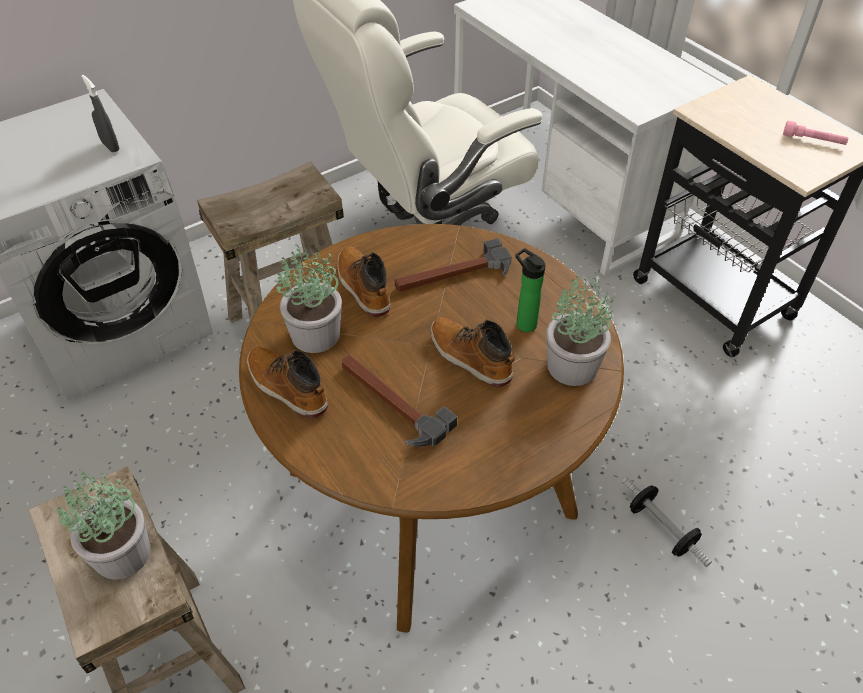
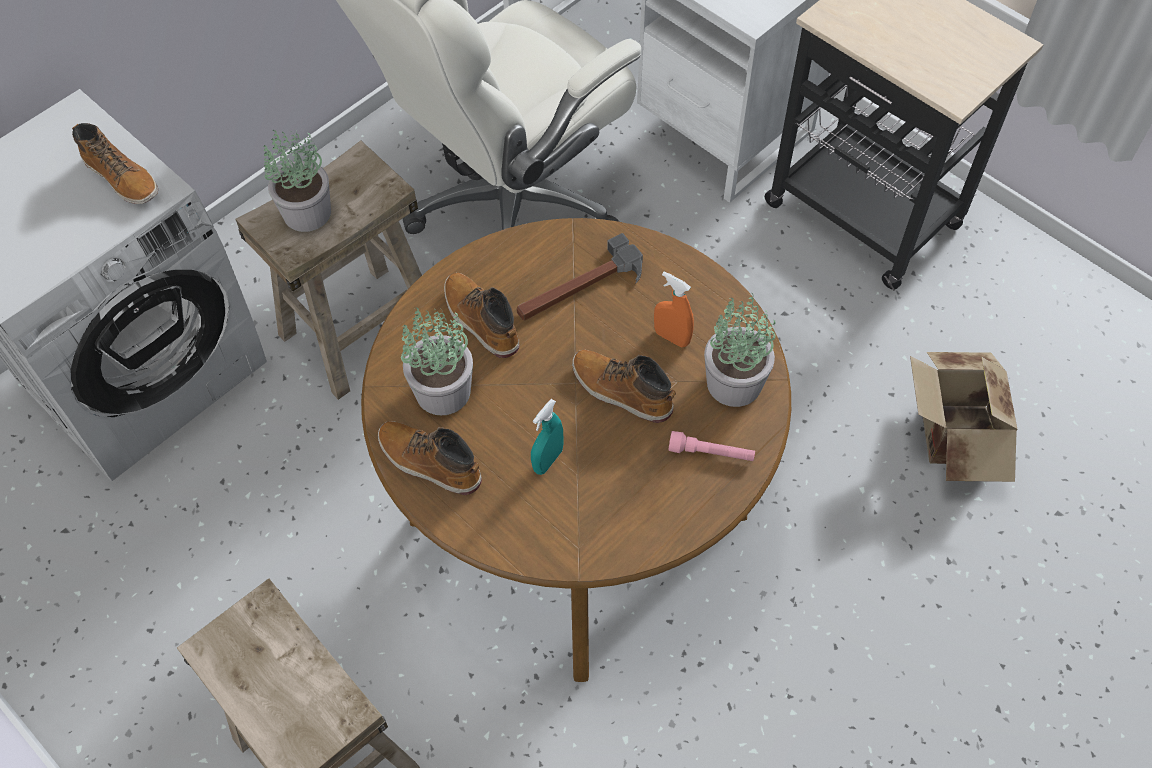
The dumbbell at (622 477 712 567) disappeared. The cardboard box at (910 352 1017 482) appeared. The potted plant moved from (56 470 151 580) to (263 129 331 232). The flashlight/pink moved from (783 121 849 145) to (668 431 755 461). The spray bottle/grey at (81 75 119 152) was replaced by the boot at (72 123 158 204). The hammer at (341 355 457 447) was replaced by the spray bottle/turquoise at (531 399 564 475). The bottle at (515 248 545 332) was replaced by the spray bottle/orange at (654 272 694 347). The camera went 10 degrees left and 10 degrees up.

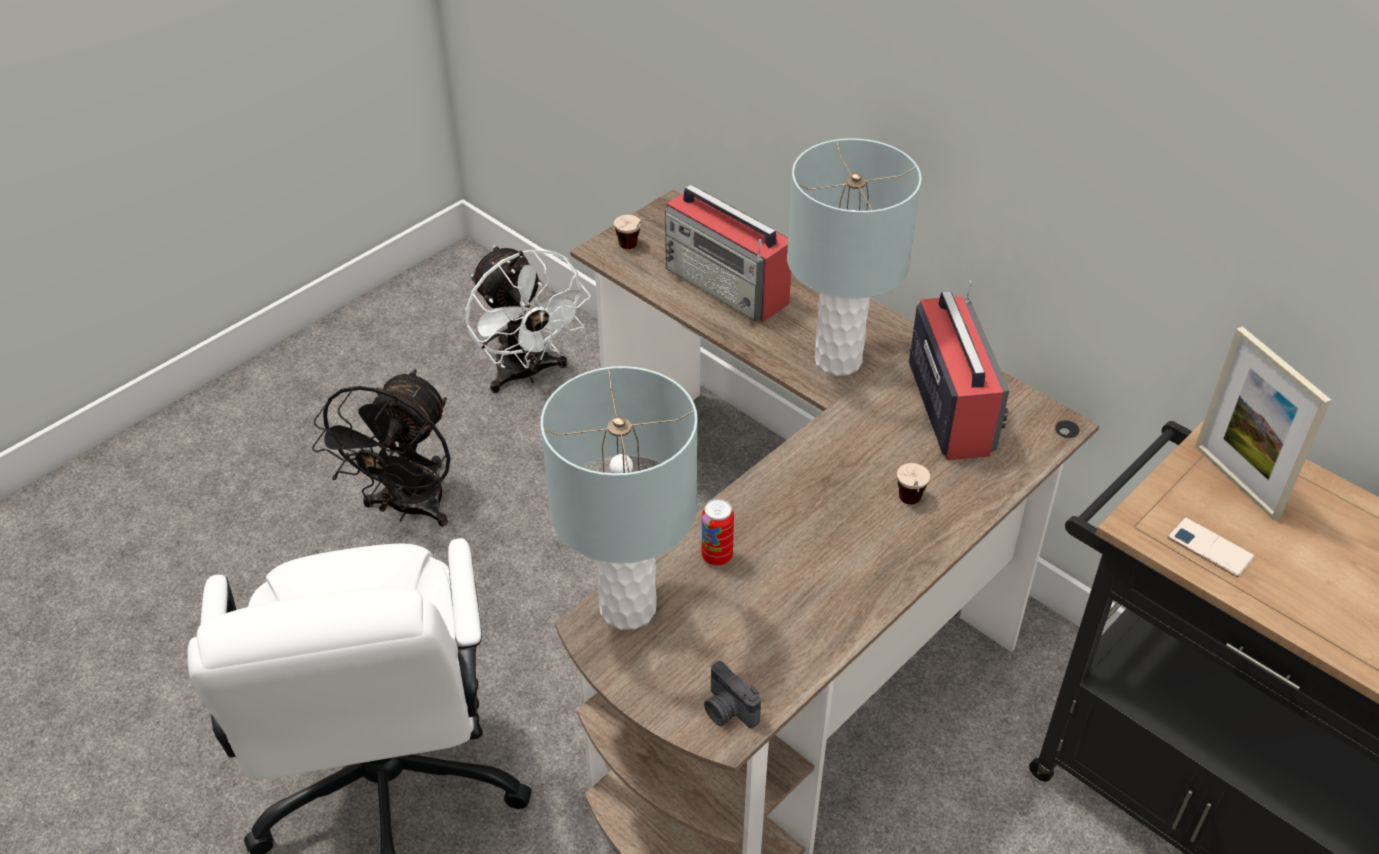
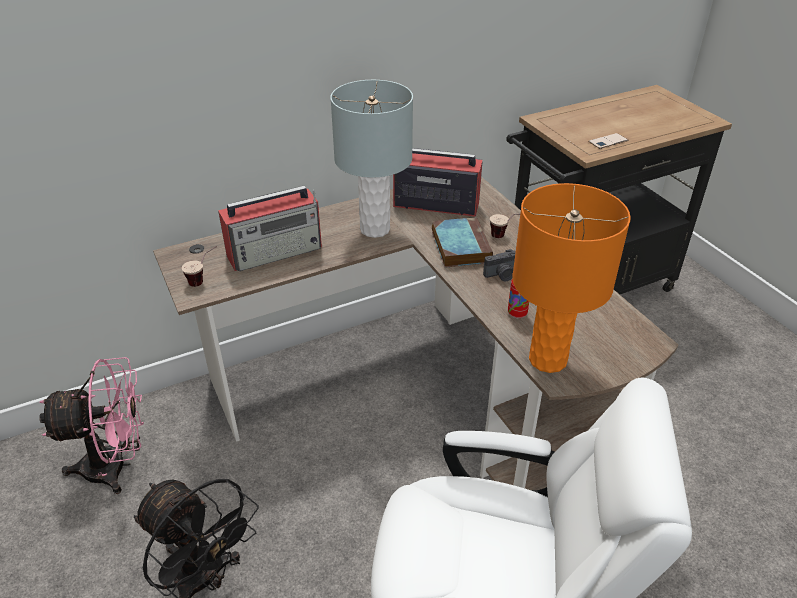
The picture frame at (1195 326 1331 521) disappeared. The book at (432 217 493 267) appeared. The photo camera moved from (704 661 761 728) to (483 249 516 281). The fan/white at (465 245 591 393) became the fan/pink at (39 357 144 494). The table lamp/grey at (541 366 698 630) became the table lamp/orange at (512 183 631 373). The camera went 70 degrees left and 5 degrees down.

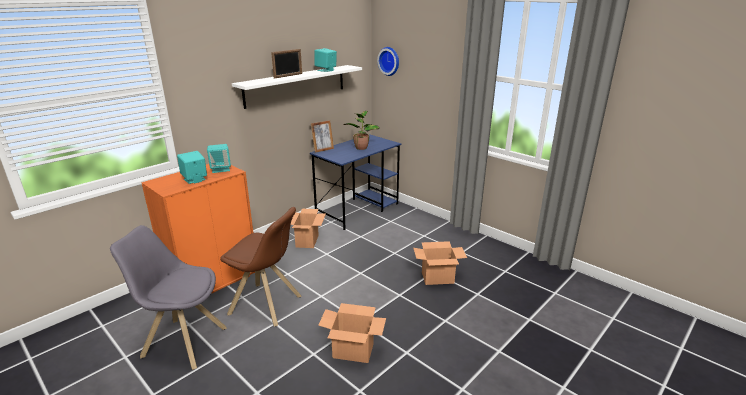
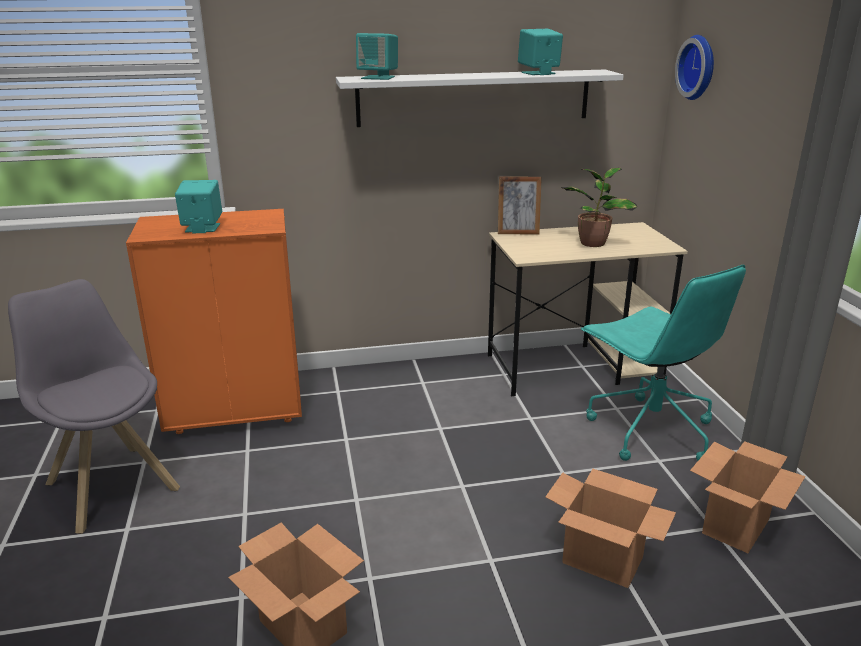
The chair/brown at (220 207 302 327) disappeared. The picture frame at (271 49 302 79) disappeared. The office chair/turquoise at (581 265 746 461) appeared. The speaker/turquoise moved from (207 144 231 173) to (356 33 398 80). The cardboard box moved from (291 209 326 248) to (690 441 806 553). The desk/blue at (310 134 401 230) became the desk/beige at (488 222 688 396). The camera went 35 degrees right and 0 degrees up.

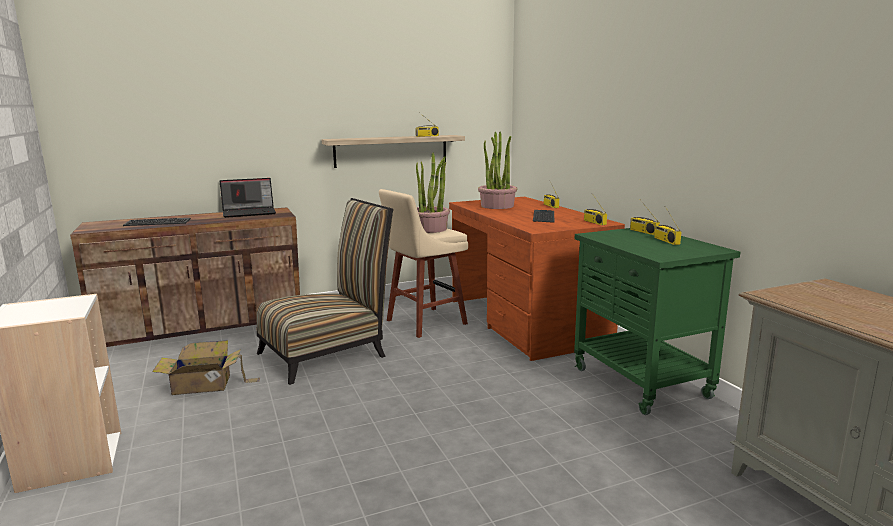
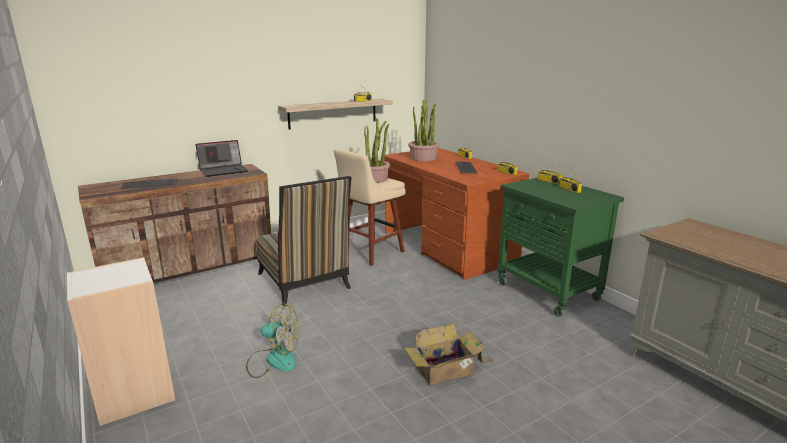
The fan at (246 303 299 378) appeared. The cardboard box moved from (152 340 260 395) to (404 323 493 385). The chair at (256 198 393 385) turned 105 degrees clockwise. The camera went 10 degrees left and 5 degrees up.

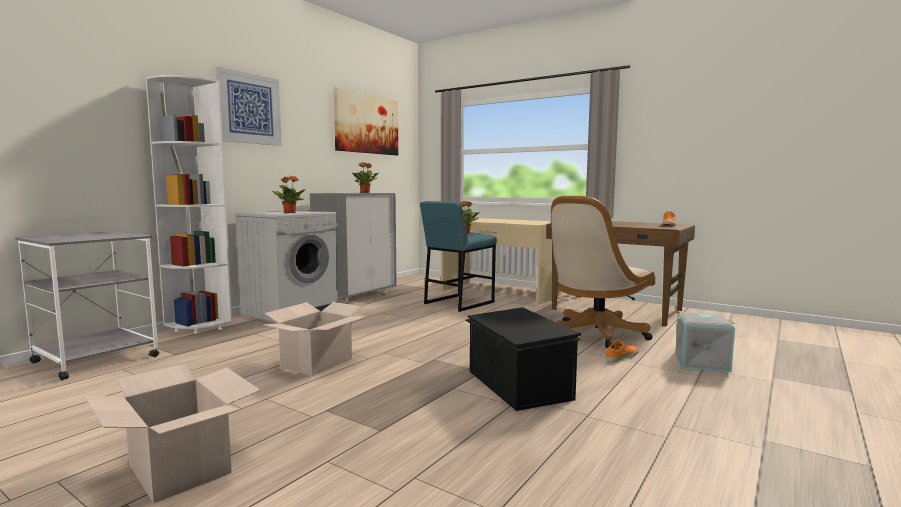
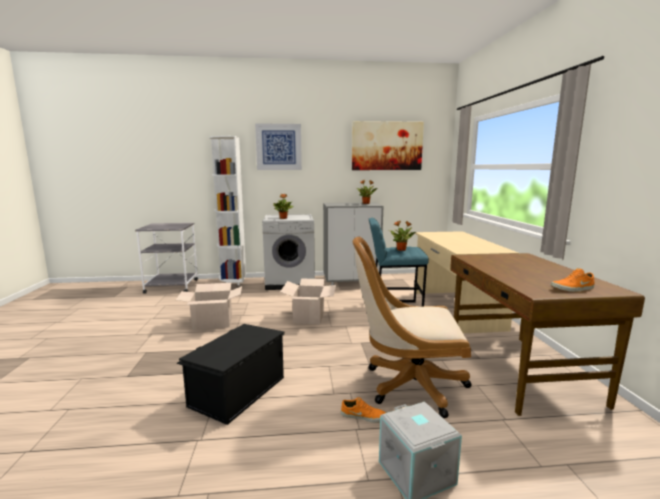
The cardboard box moved from (84 364 261 503) to (280 278 336 325). The camera went 50 degrees right and 5 degrees up.

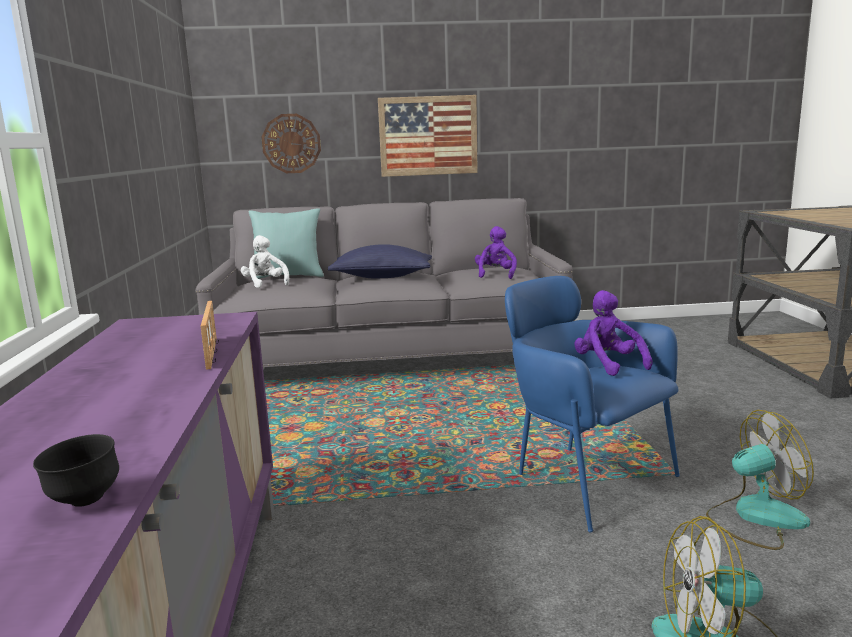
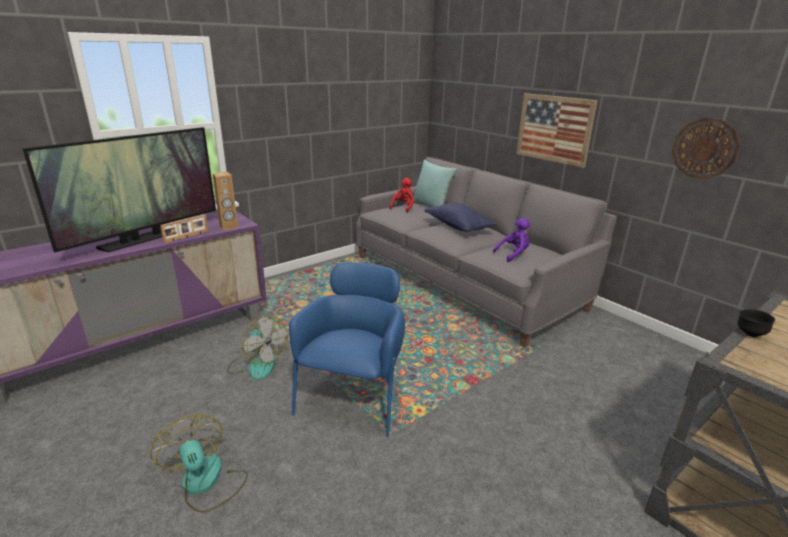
The plush toy/purple at (574 290 653 376) disappeared. The television at (22 127 216 252) appeared. The speaker/brown at (212 172 238 230) appeared. The bowl/black moved from (33 434 119 507) to (738 309 775 337). The wall clock moved from (262 114 321 173) to (672 118 740 179). The fan moved from (706 410 814 550) to (227 315 288 380). The plush toy/white at (241 235 289 288) became the plush toy/red at (389 178 414 213). The camera went 55 degrees right and 10 degrees up.

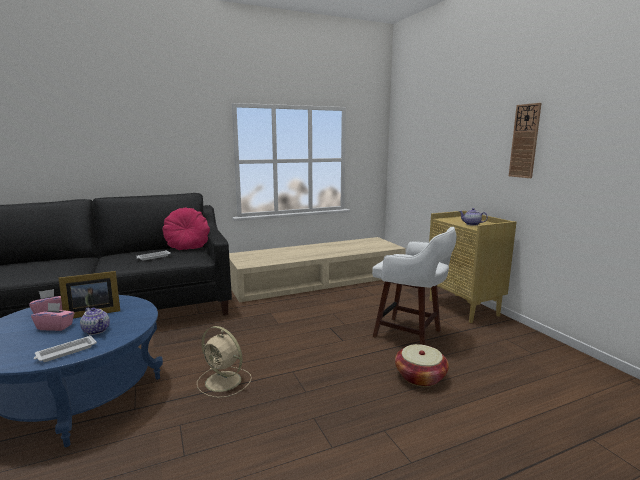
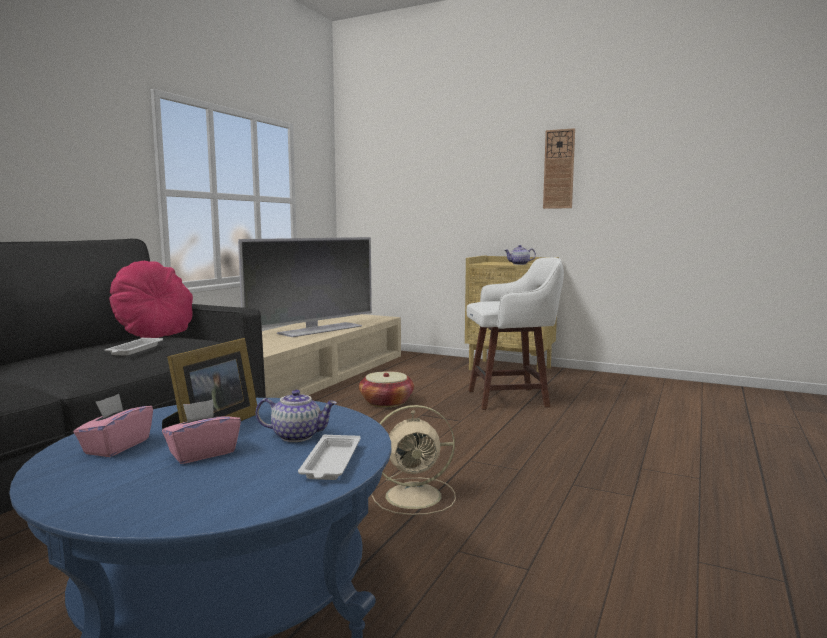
The television at (238 237 372 337) appeared. The basket moved from (395 344 449 387) to (359 371 414 407). The camera went 40 degrees left and 5 degrees down.

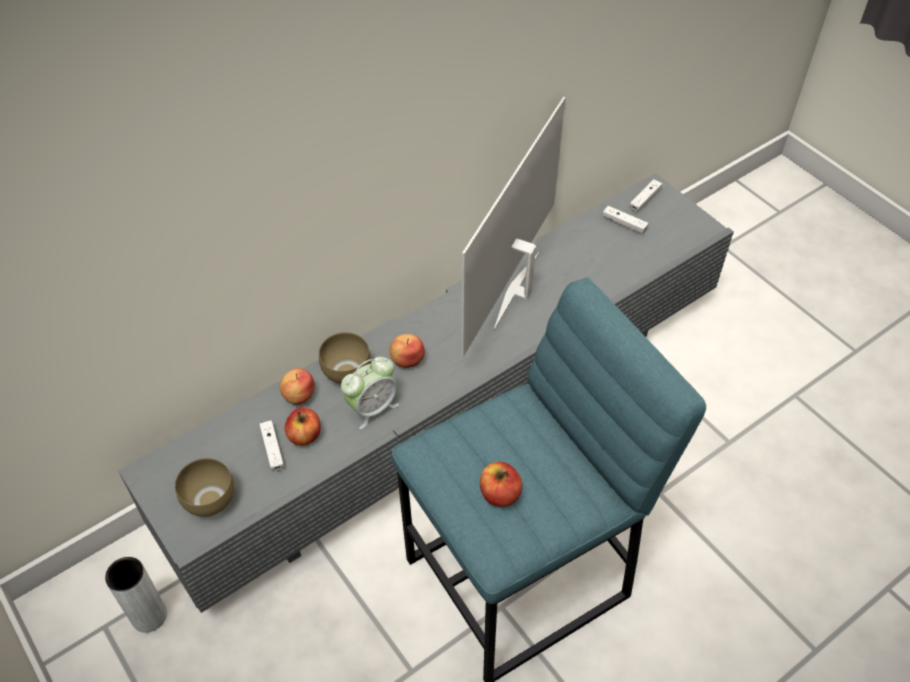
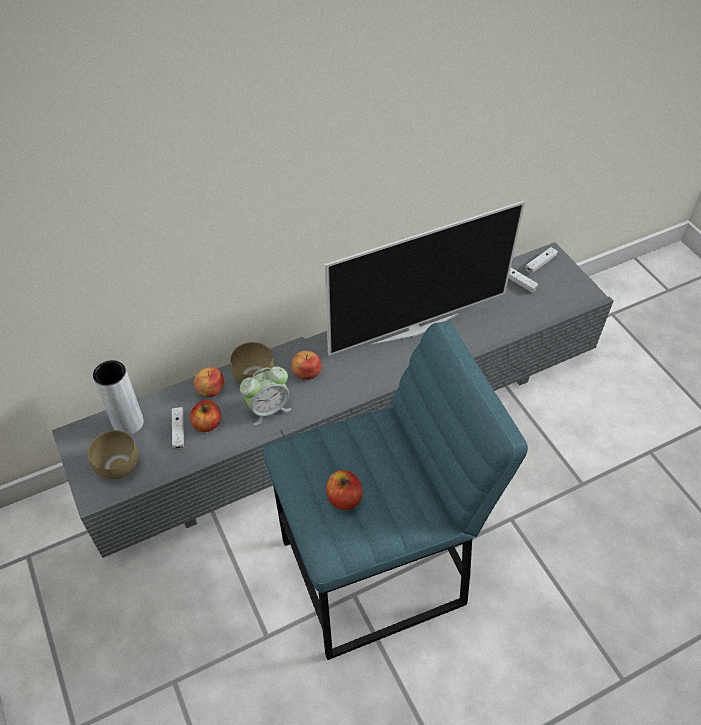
The vase/grey moved from (105 557 167 633) to (93 360 144 435). The television at (461 97 566 357) turned 150 degrees counterclockwise. The camera went 10 degrees right and 0 degrees up.

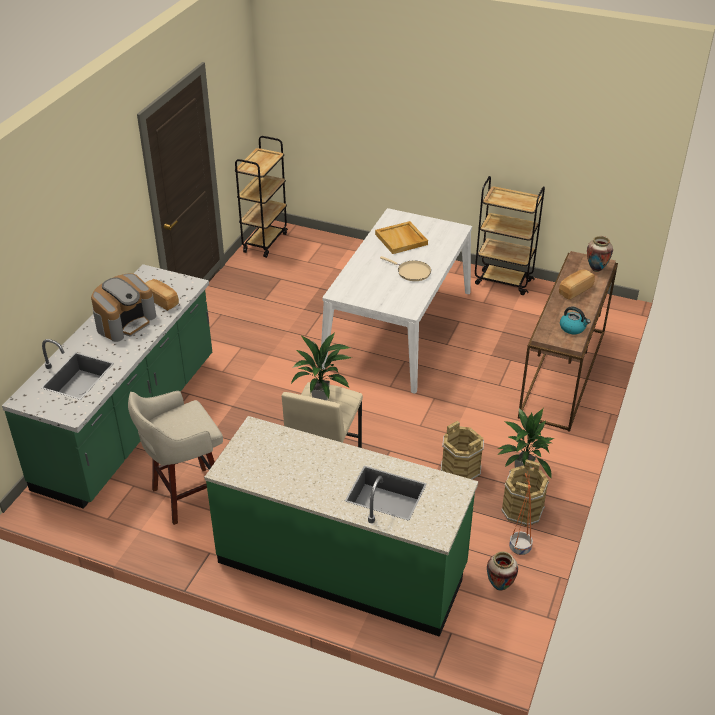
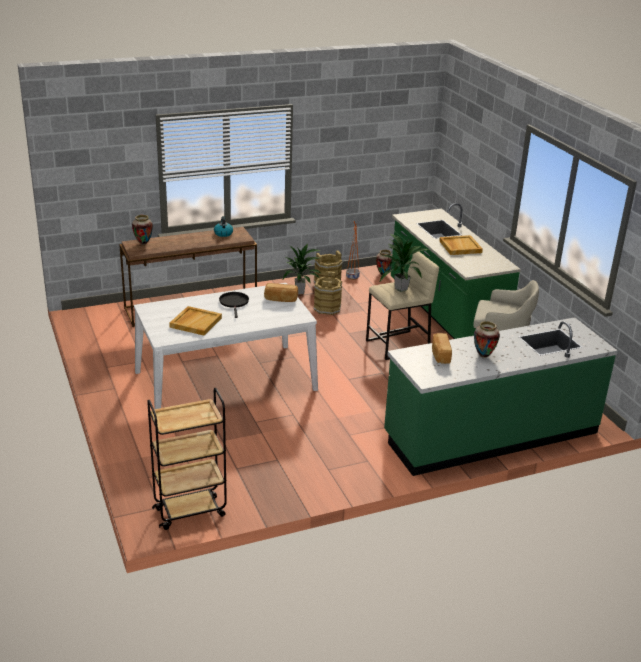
The cart/brown at (475 176 545 295) disappeared. The tray/beige at (439 235 483 255) appeared. The bread moved from (559 269 595 300) to (264 283 298 302). The coffee machine at (91 273 156 342) was replaced by the vase at (474 321 500 358). The frying pan/beige at (380 256 431 281) became the frying pan/black at (219 292 249 318). The camera went 135 degrees left and 10 degrees down.

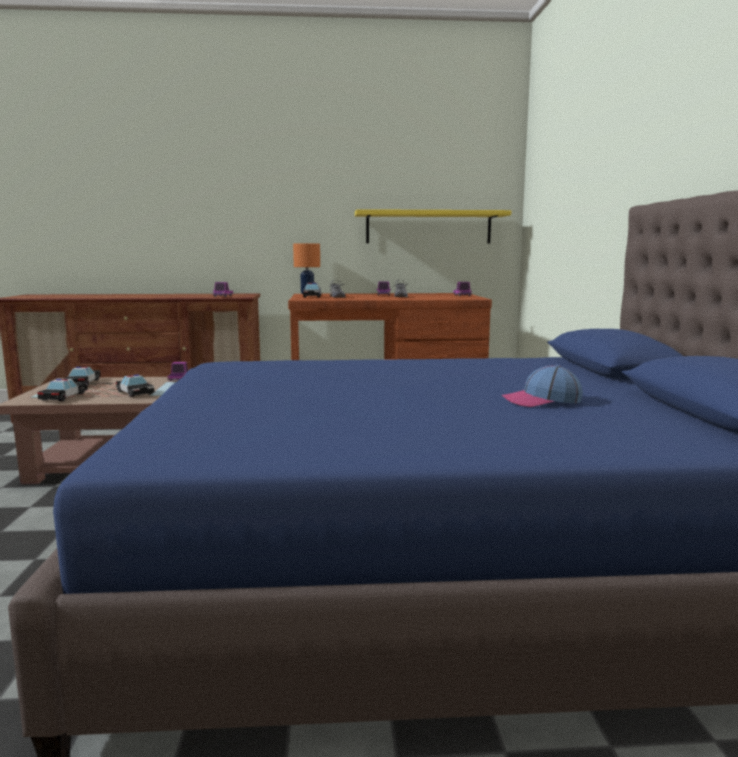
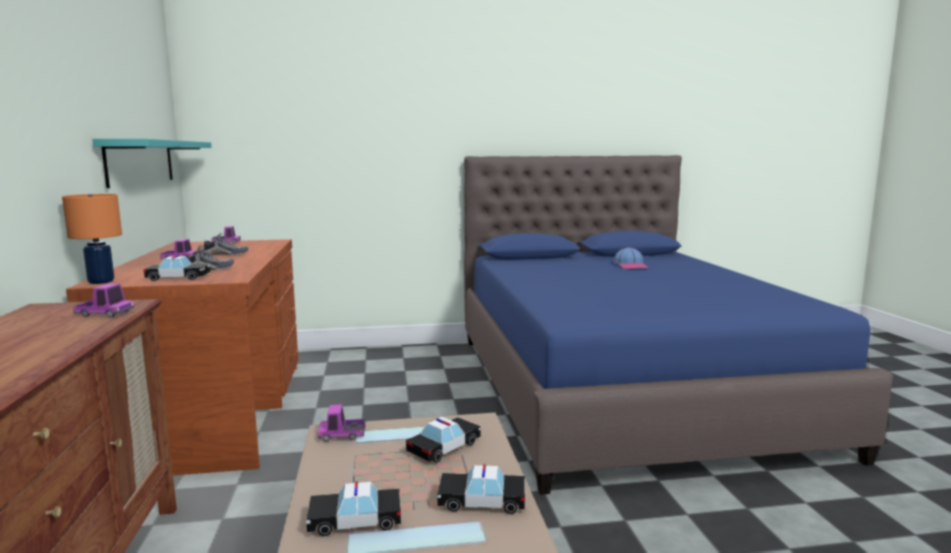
The shelf/yellow at (355 209 511 244) became the shelf/turquoise at (93 139 212 188). The camera went 95 degrees left and 0 degrees up.

